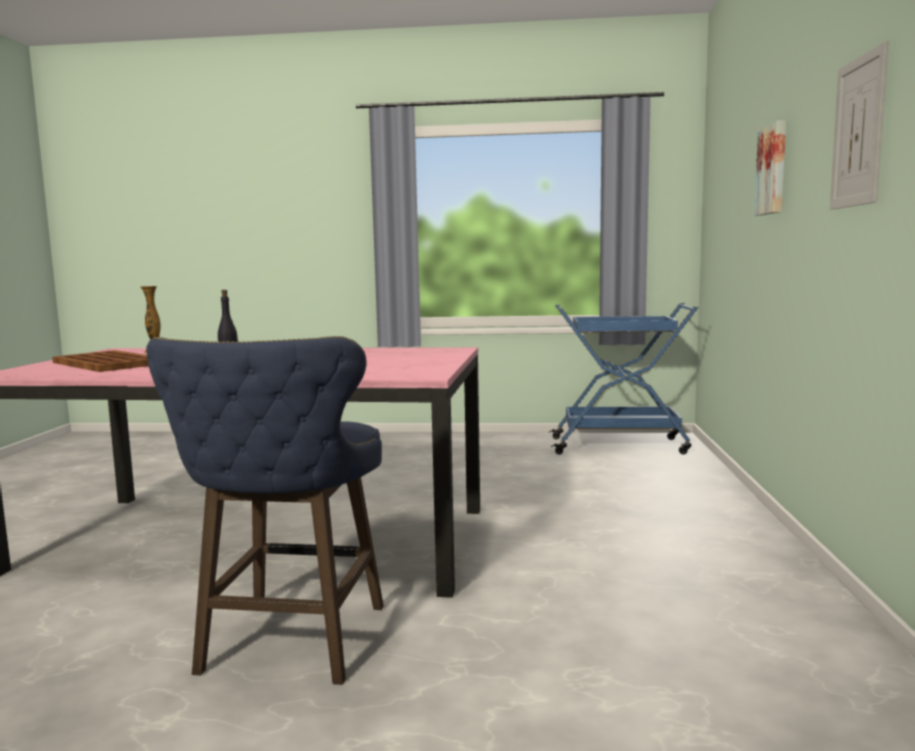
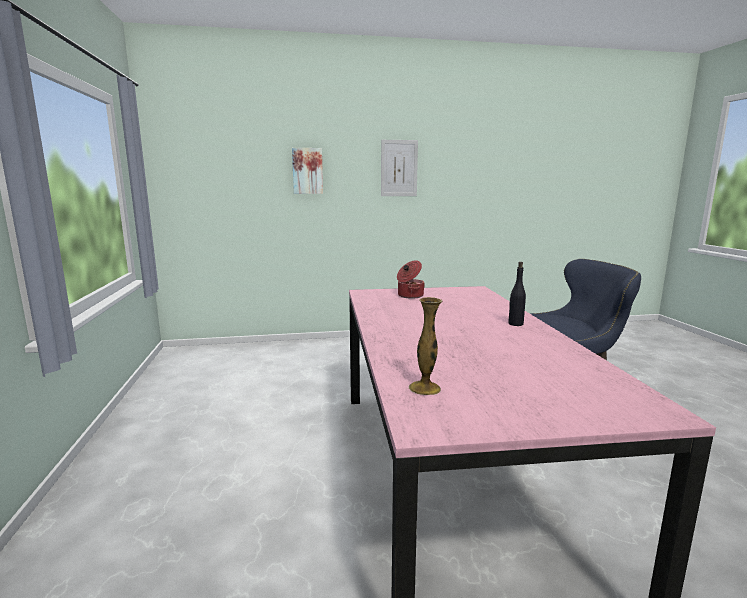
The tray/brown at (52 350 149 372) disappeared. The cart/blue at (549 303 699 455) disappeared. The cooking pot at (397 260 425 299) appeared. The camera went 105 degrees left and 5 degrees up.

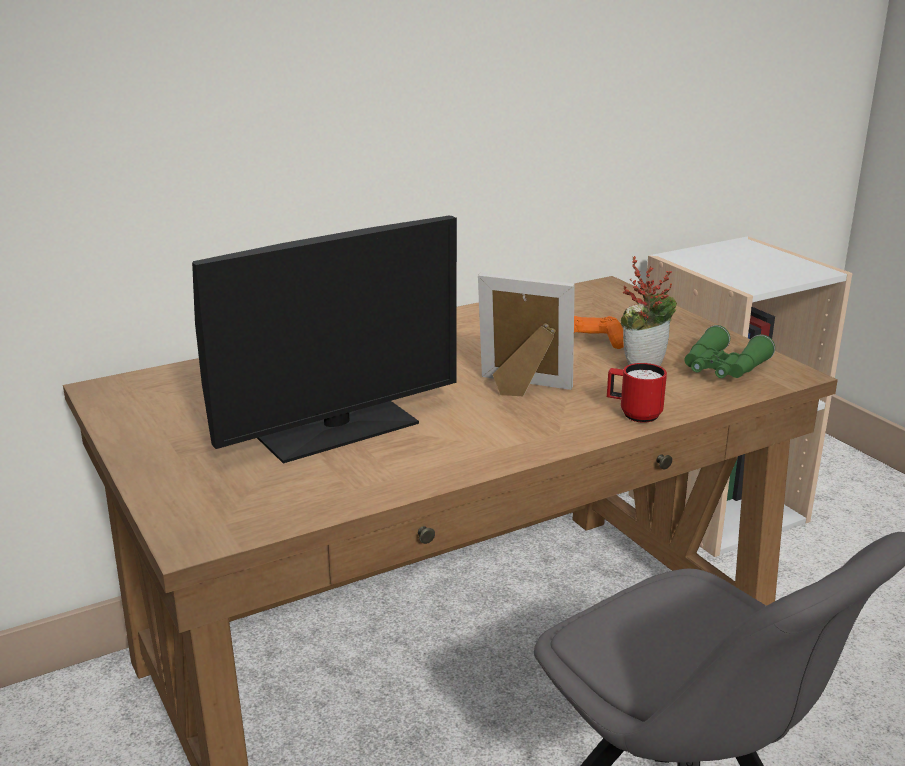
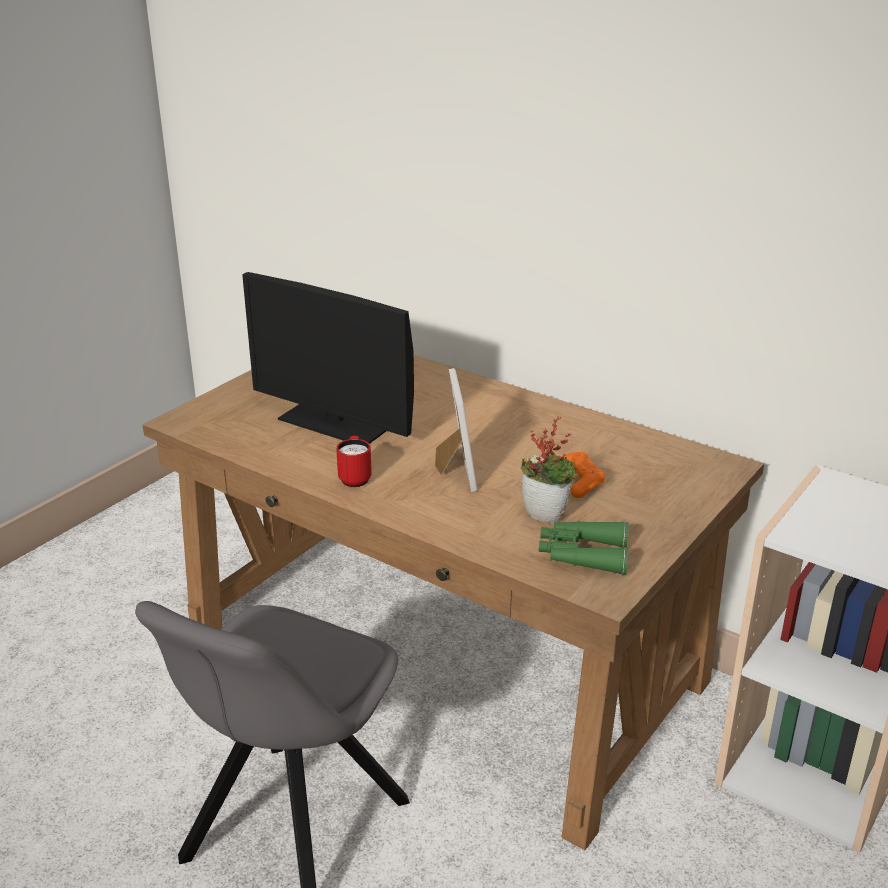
The mug/red moved from (607 363 667 423) to (336 436 372 487). The camera went 65 degrees right and 5 degrees up.

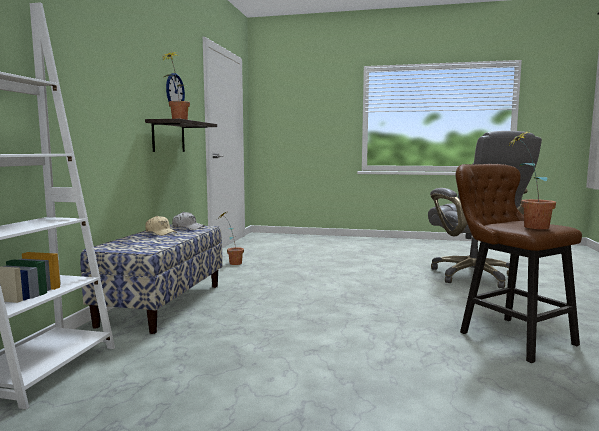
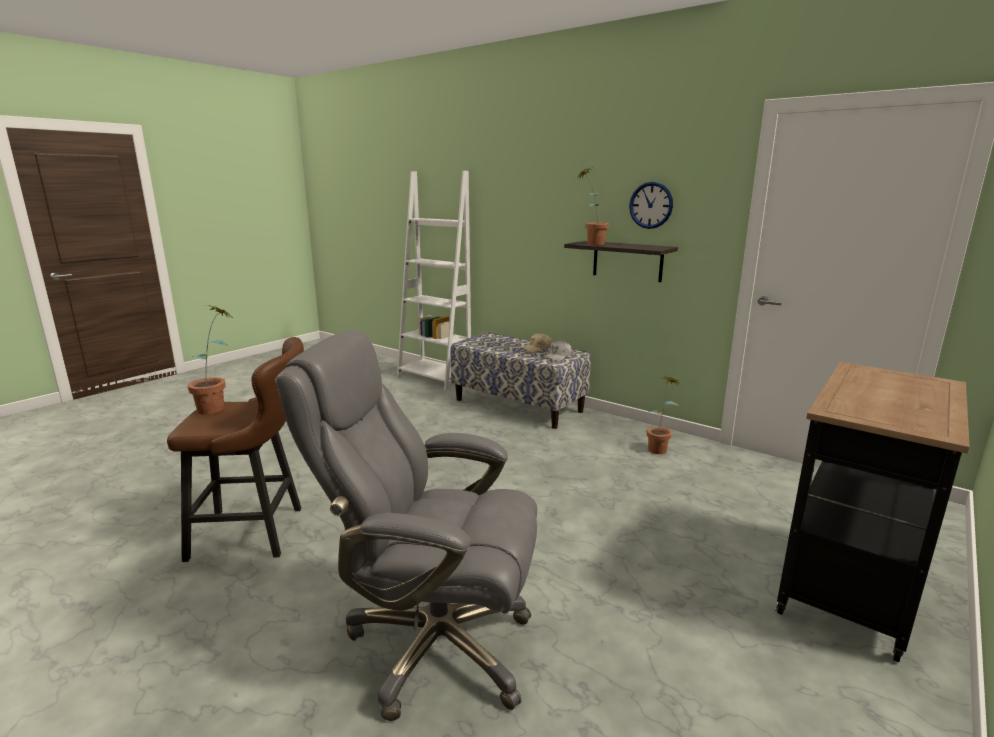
The cart/black at (775 362 970 662) appeared. The camera went 115 degrees right and 10 degrees up.

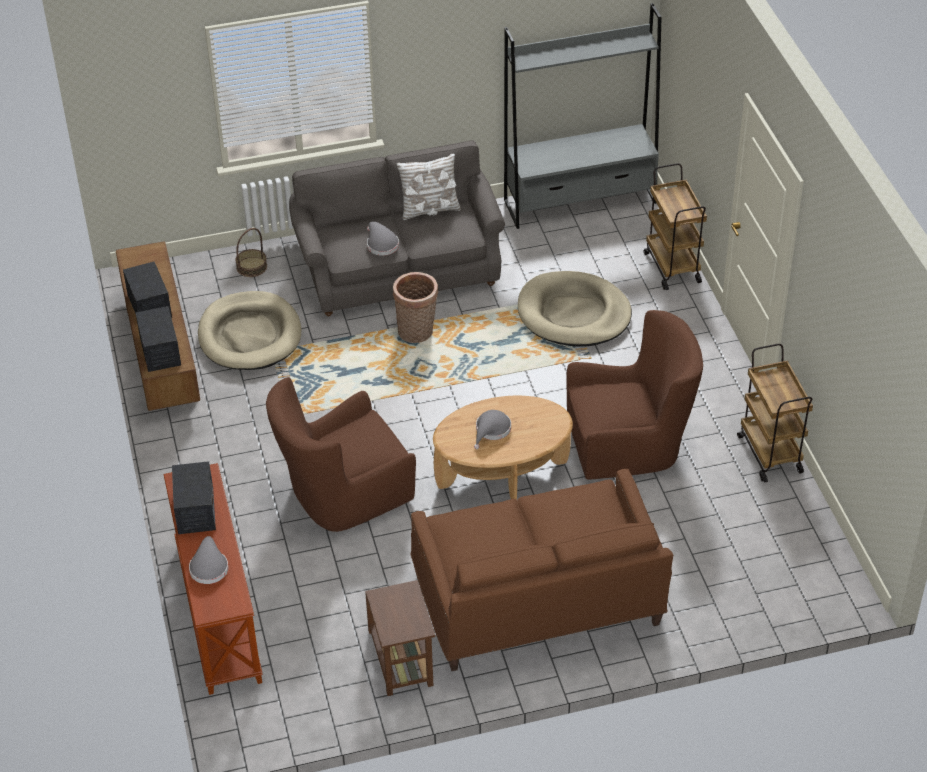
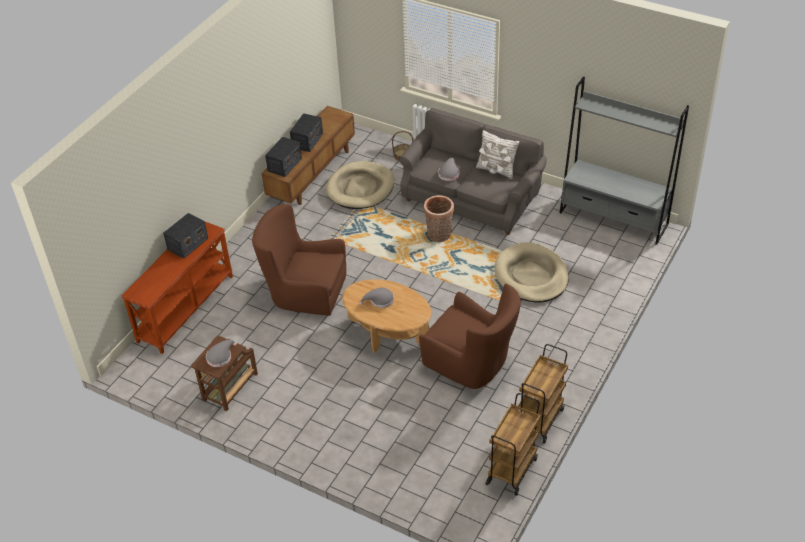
The sofa/brown at (411 469 673 671) disappeared. The hat/grey moved from (189 536 228 584) to (206 340 237 367). The cart/brown moved from (643 163 707 290) to (485 393 541 496). The camera went 45 degrees right and 0 degrees up.

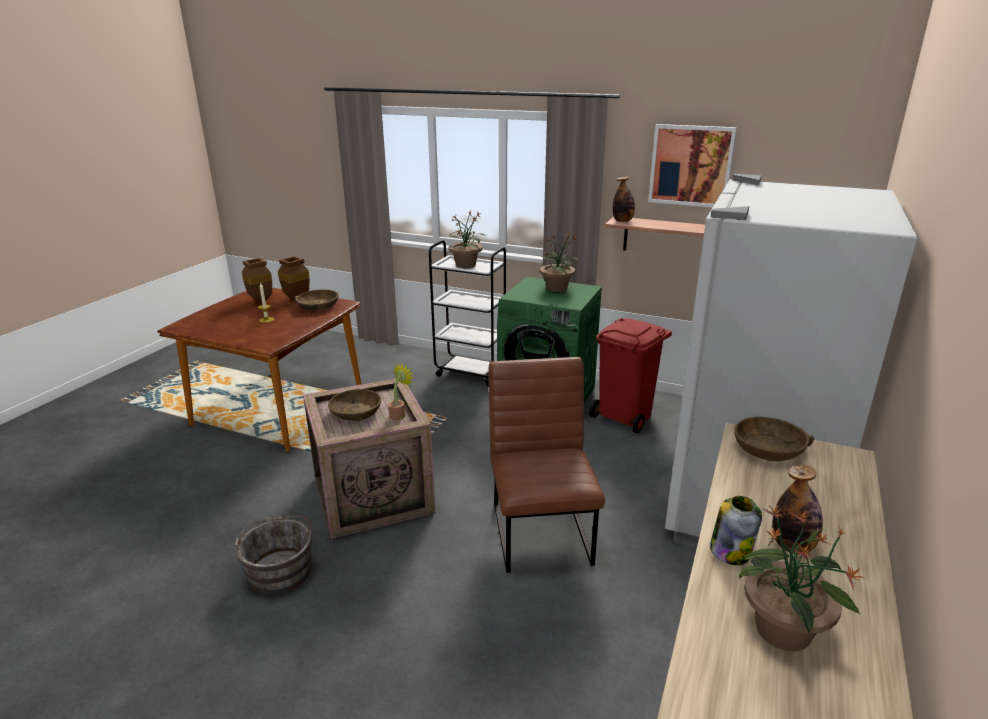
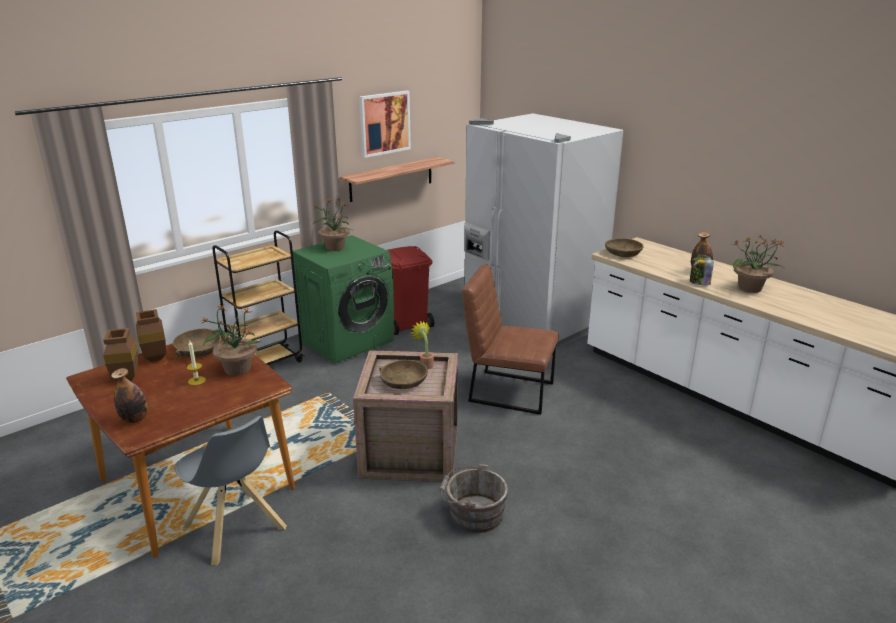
The chair/grey at (174 416 287 566) appeared. The potted plant moved from (449 211 487 268) to (201 302 261 376). The bottle moved from (613 177 635 222) to (111 368 148 423). The cart/white at (429 240 506 387) became the cart/brown at (212 230 304 365). The camera went 65 degrees left and 0 degrees up.

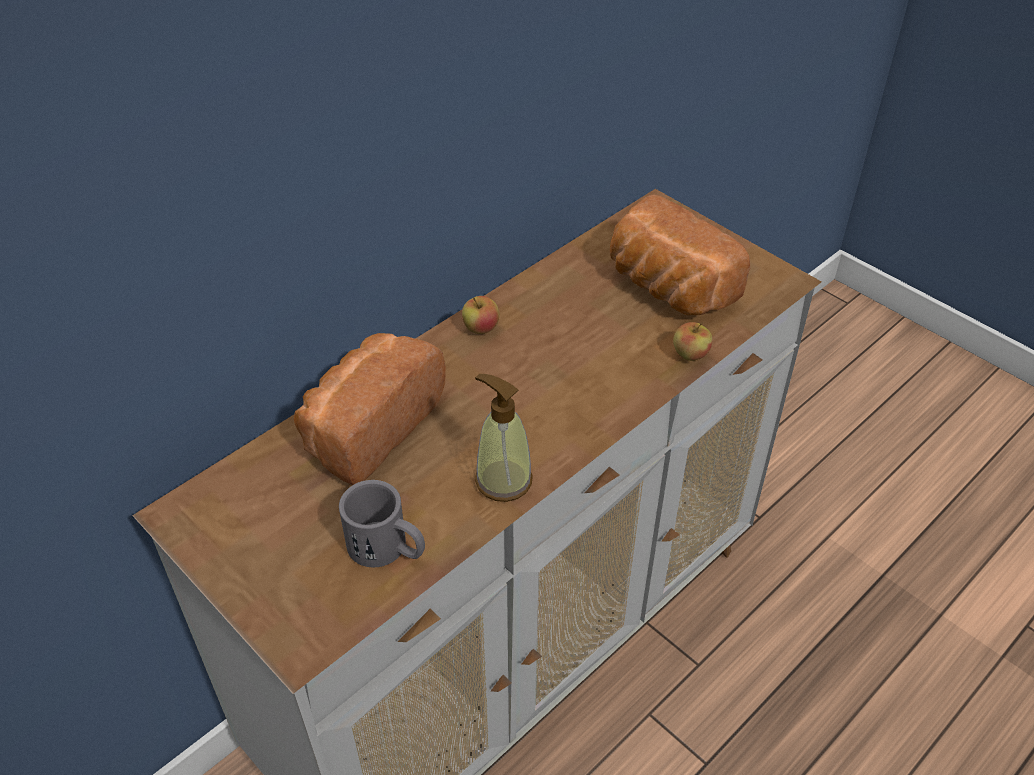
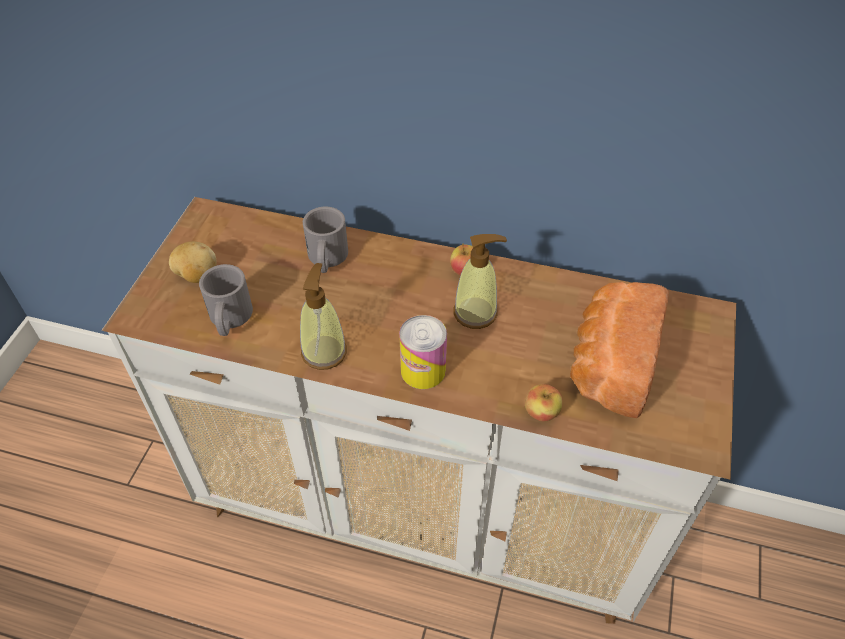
The potato at (169 241 216 283) appeared. The can at (399 315 447 389) appeared. The soap dispenser at (453 234 507 329) appeared. The bread at (294 333 446 485) was replaced by the mug/grey at (303 206 348 273). The camera went 60 degrees right and 5 degrees up.

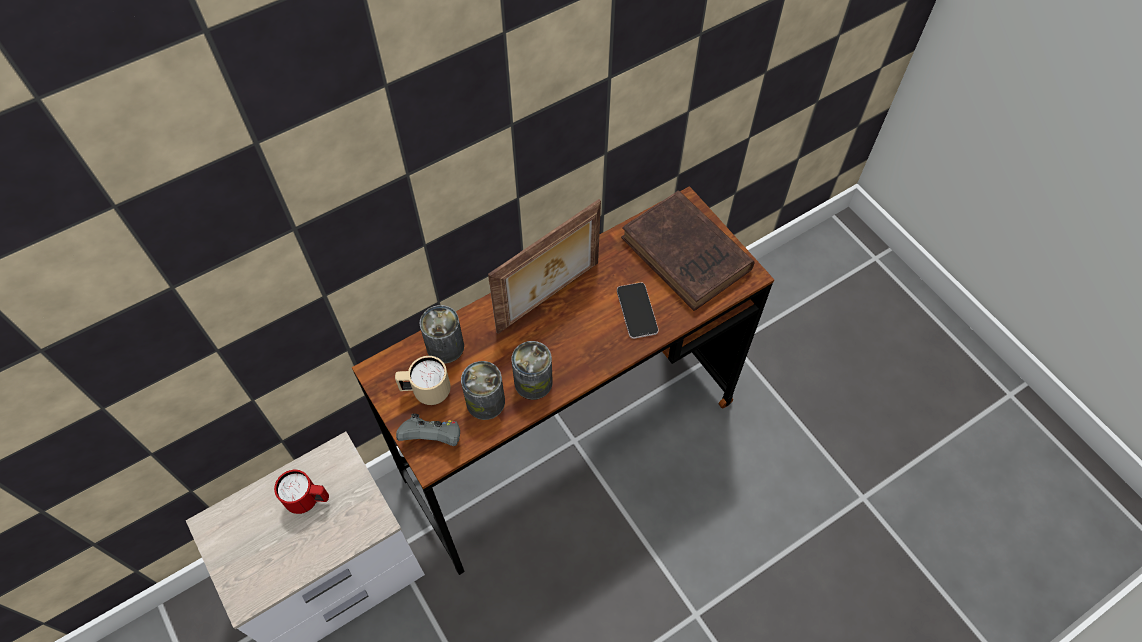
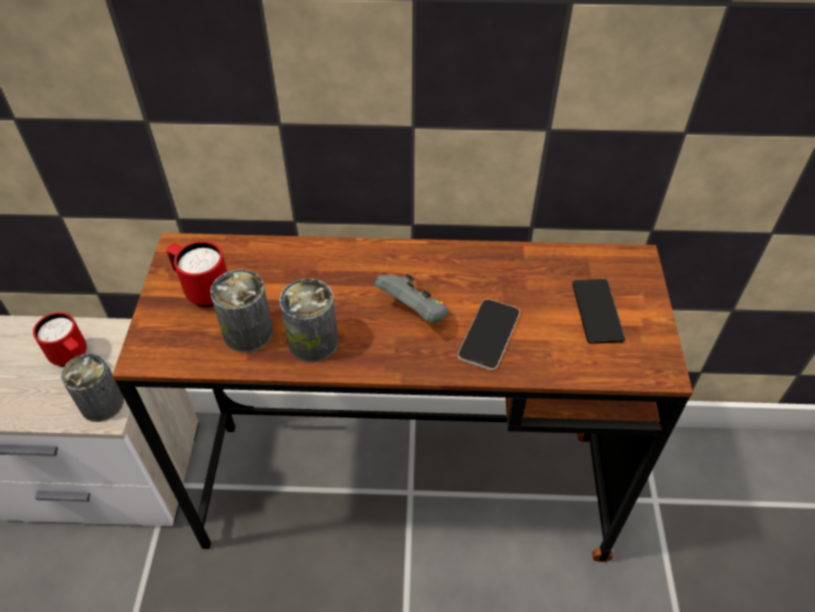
The picture frame at (488 199 601 334) disappeared. The game controller/grey moved from (396 413 460 446) to (374 274 448 323). The can moved from (420 305 464 364) to (61 353 124 422). The book/brown at (621 191 755 311) was replaced by the phone at (572 279 625 344). The mug/beige at (395 356 451 405) became the mug/red at (166 241 227 307). The camera went 35 degrees right and 10 degrees down.

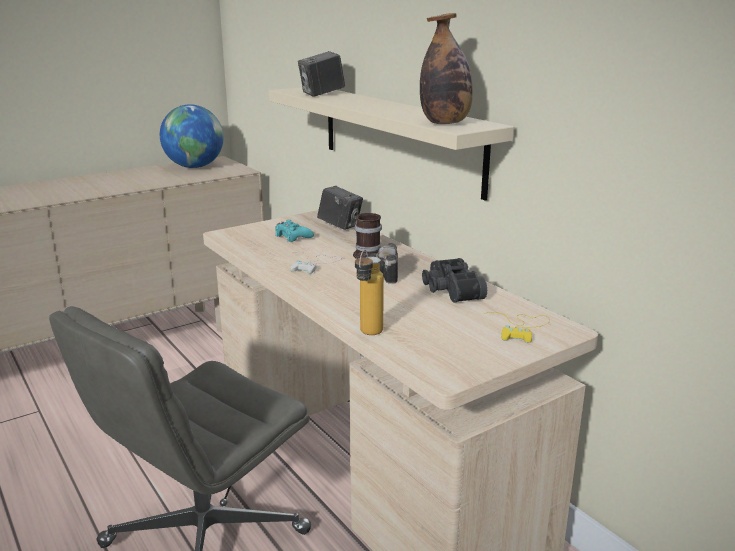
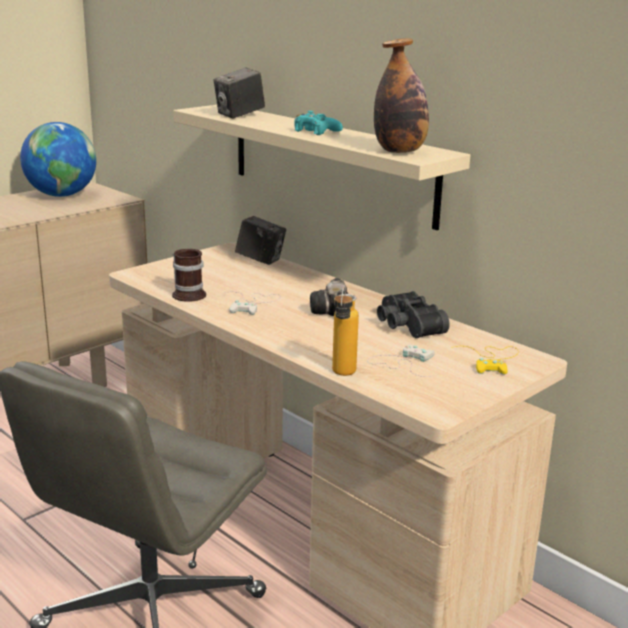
The game controller/white at (367 345 435 377) appeared. The game controller/turquoise moved from (275 220 314 242) to (294 111 343 135). The mug moved from (353 213 382 259) to (172 249 206 302). The camera went 10 degrees left and 0 degrees up.

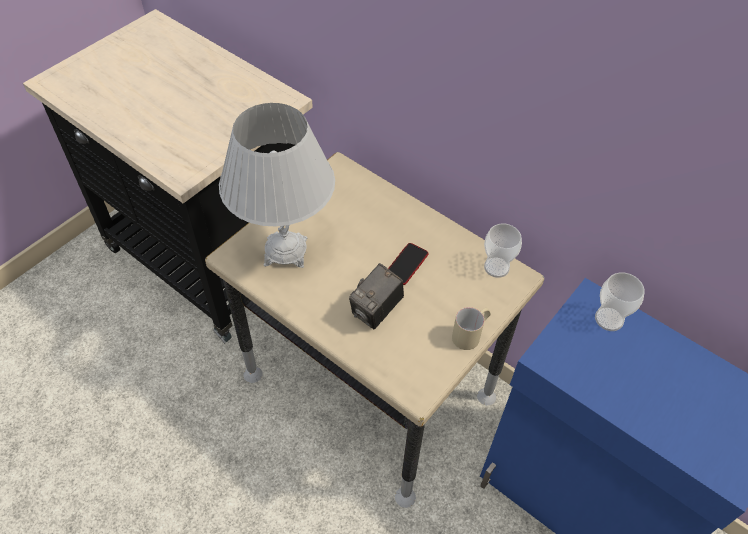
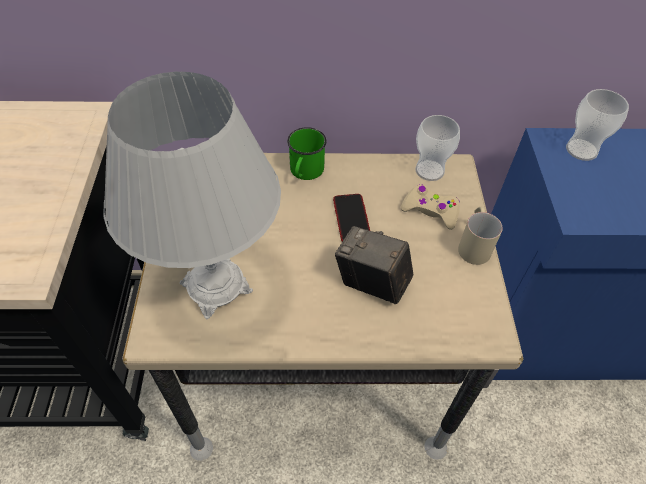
The mug/green at (287 127 327 180) appeared. The game controller/beige at (401 184 460 230) appeared. The photo camera at (349 263 404 329) turned 120 degrees clockwise. The camera went 40 degrees left and 0 degrees up.

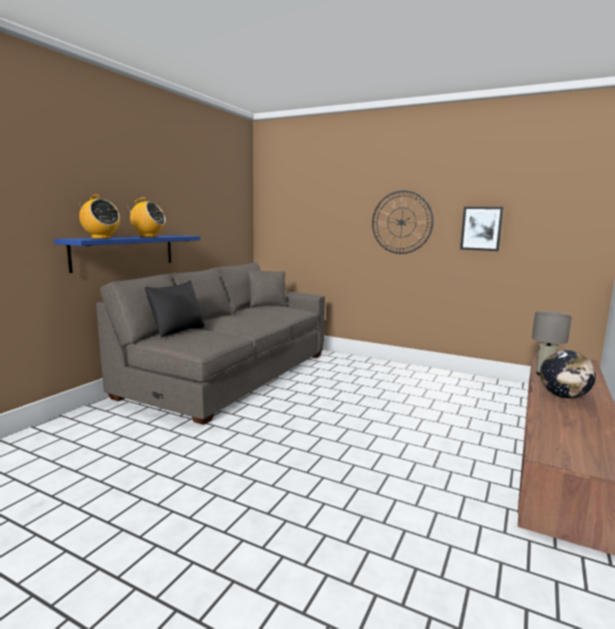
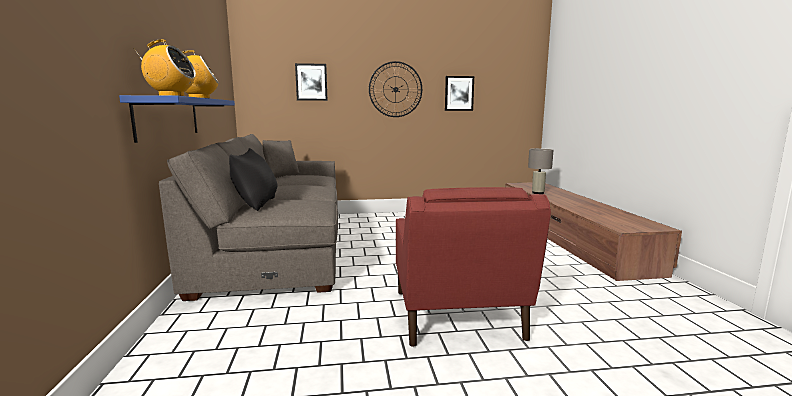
The globe at (540 350 596 398) disappeared. The picture at (295 63 328 101) appeared. The armchair/red at (396 187 551 347) appeared. The camera went 35 degrees left and 0 degrees up.

